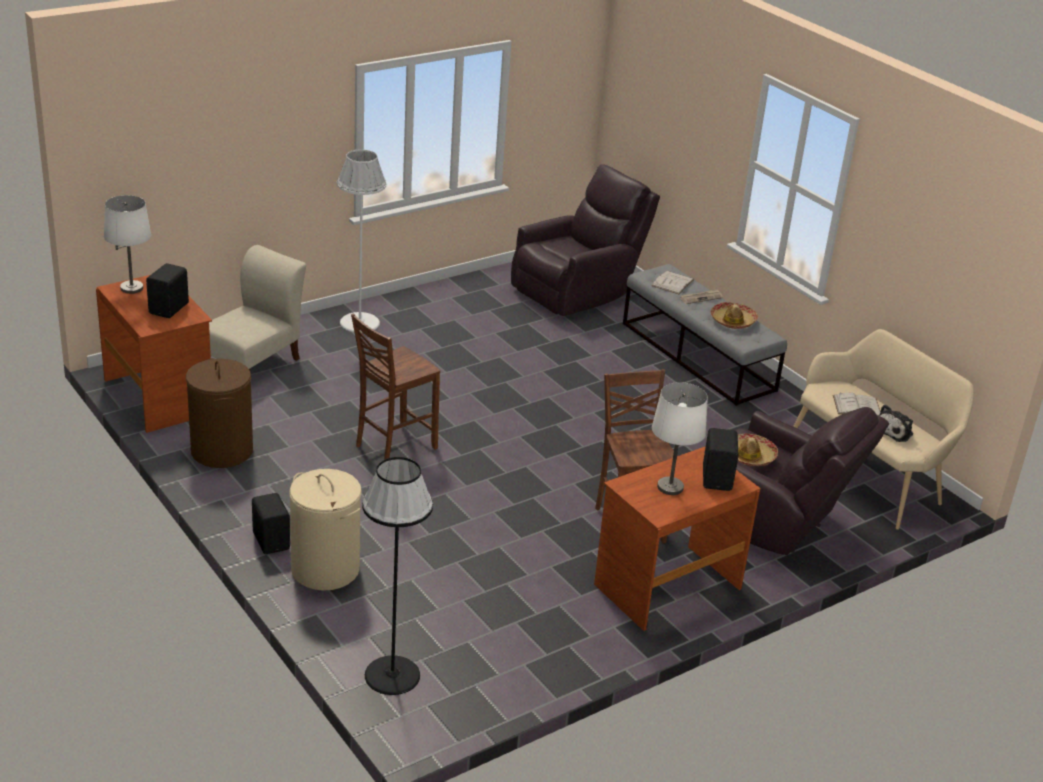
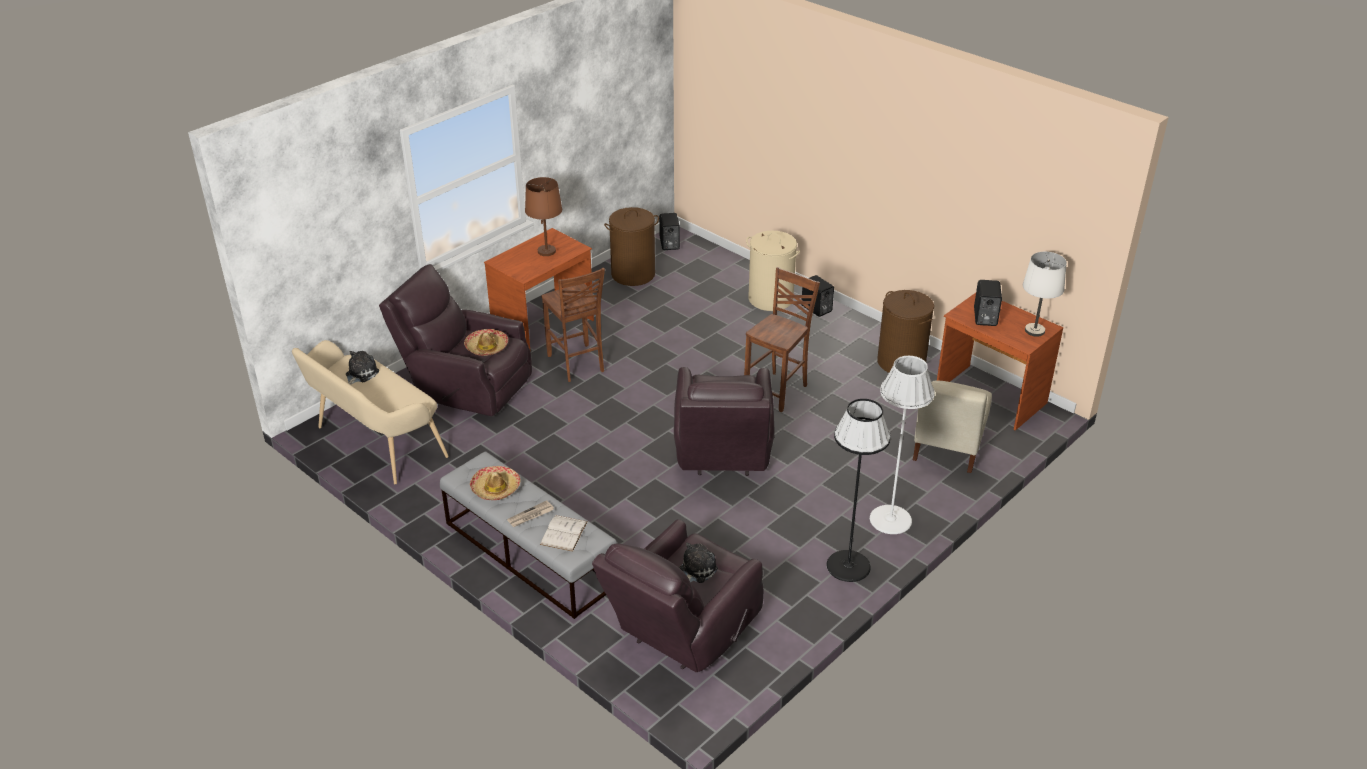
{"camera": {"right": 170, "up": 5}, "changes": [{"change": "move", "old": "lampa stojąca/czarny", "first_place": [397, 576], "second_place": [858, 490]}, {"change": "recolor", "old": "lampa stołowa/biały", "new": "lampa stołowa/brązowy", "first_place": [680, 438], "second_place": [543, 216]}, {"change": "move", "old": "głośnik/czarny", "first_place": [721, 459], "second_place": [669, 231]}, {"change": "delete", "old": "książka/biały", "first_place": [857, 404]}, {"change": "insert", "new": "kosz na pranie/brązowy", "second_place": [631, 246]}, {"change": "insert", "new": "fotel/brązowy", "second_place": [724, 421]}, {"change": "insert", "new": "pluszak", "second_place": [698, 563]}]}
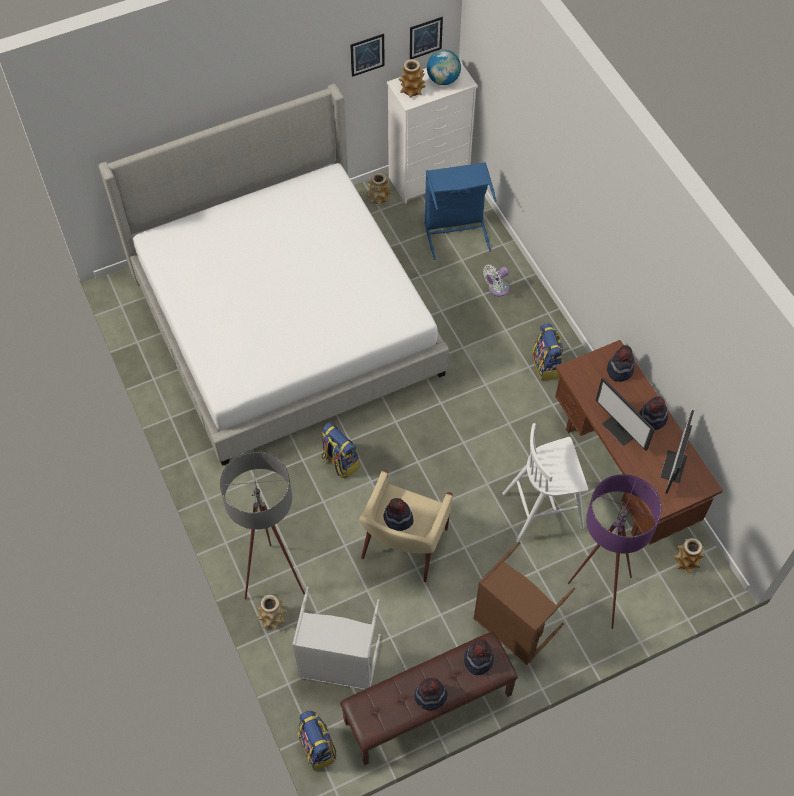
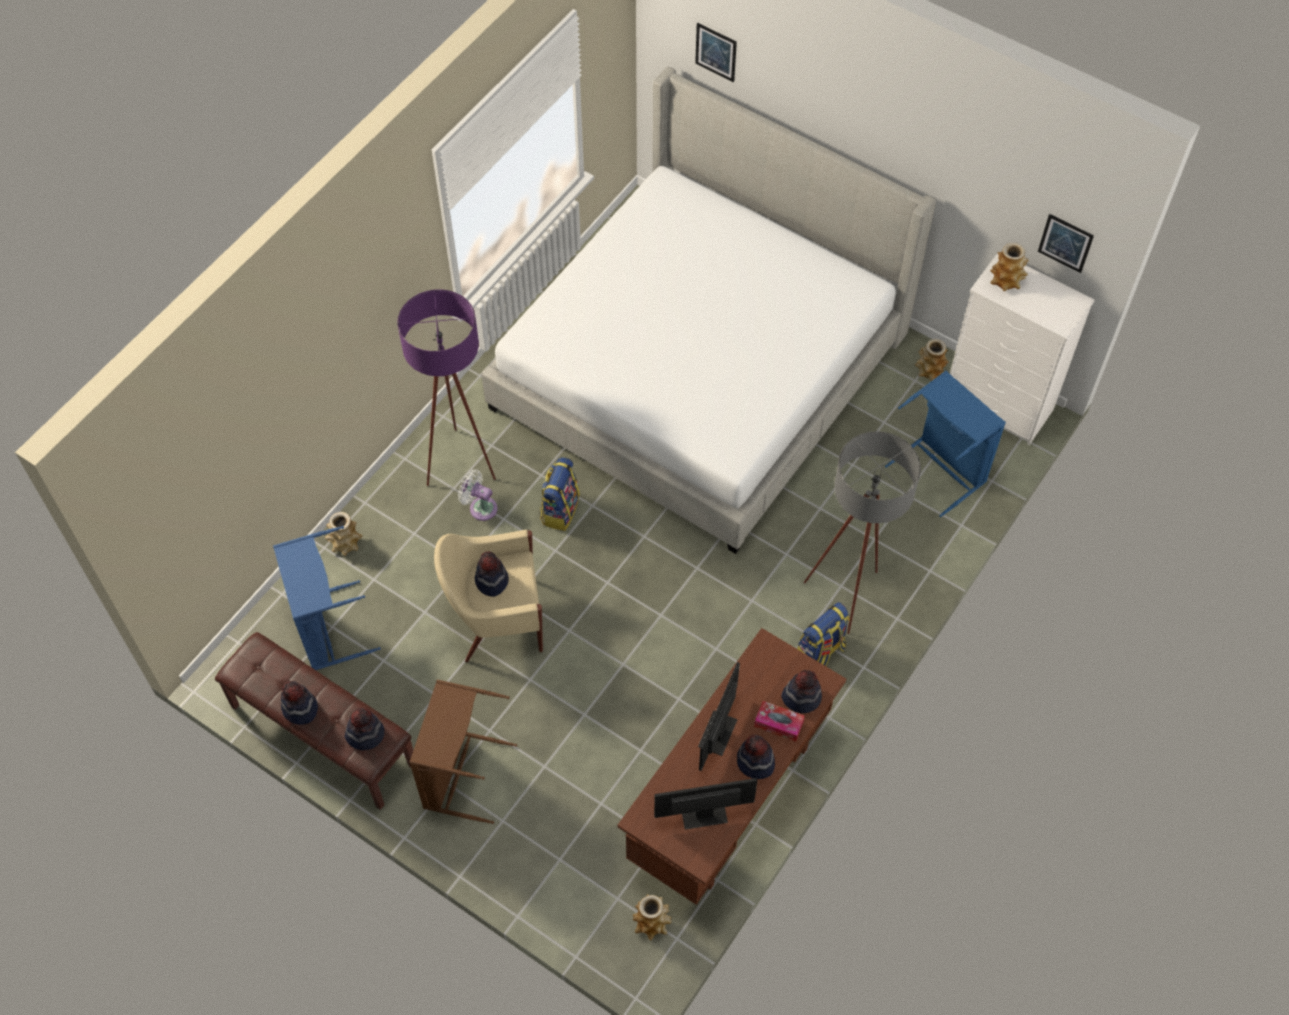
{"camera": {"right": 60, "up": 0}, "changes": [{"change": "move", "old": "lampa stojąca/szary", "first_place": [262, 525], "second_place": [862, 532]}, {"change": "recolor", "old": "kosz na pranie/szary", "new": "kosz na pranie/niebieski", "first_place": [336, 638], "second_place": [327, 598]}, {"change": "delete", "old": "plecak", "first_place": [317, 741]}, {"change": "move", "old": "obraz", "first_place": [367, 55], "second_place": [716, 52]}, {"change": "delete", "old": "globus", "first_place": [444, 67]}, {"change": "move", "old": "wentylator/biały", "first_place": [496, 280], "second_place": [477, 495]}, {"change": "delete", "old": "stołek/biały", "first_place": [545, 482]}, {"change": "move", "old": "lampa stojąca/fioletowy", "first_place": [615, 551], "second_place": [446, 388]}, {"change": "insert", "new": "pudełko chusteczek", "second_place": [779, 721]}]}
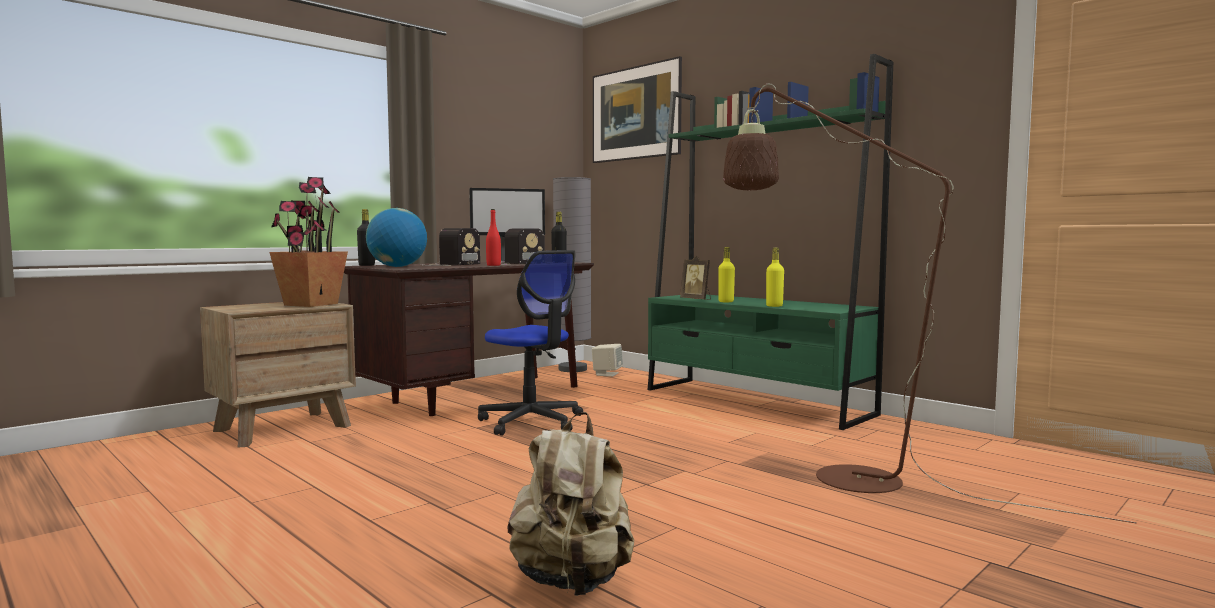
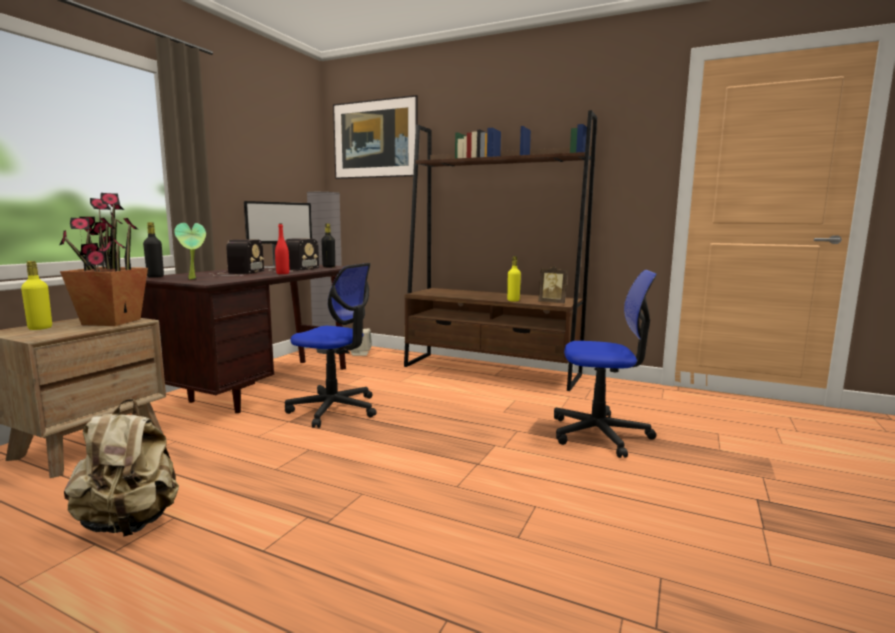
{"camera": {"right": -20, "up": 5}, "changes": [{"change": "replace", "old": "globus", "new": "roślina doniczkowa", "first_place": [396, 237], "second_place": [190, 251]}, {"change": "move", "old": "plecak/beżowy", "first_place": [570, 504], "second_place": [121, 468]}, {"change": "recolor", "old": "regał/zielony", "new": "regał/brązowy", "first_place": [770, 242], "second_place": [500, 250]}, {"change": "move", "old": "ramka na zdjęcie", "first_place": [695, 277], "second_place": [553, 284]}, {"change": "move", "old": "butelka/żółty", "first_place": [726, 274], "second_place": [36, 295]}, {"change": "replace", "old": "lampa stojąca/brązowy", "new": "krzesło biurowe", "first_place": [930, 303], "second_place": [605, 364]}]}
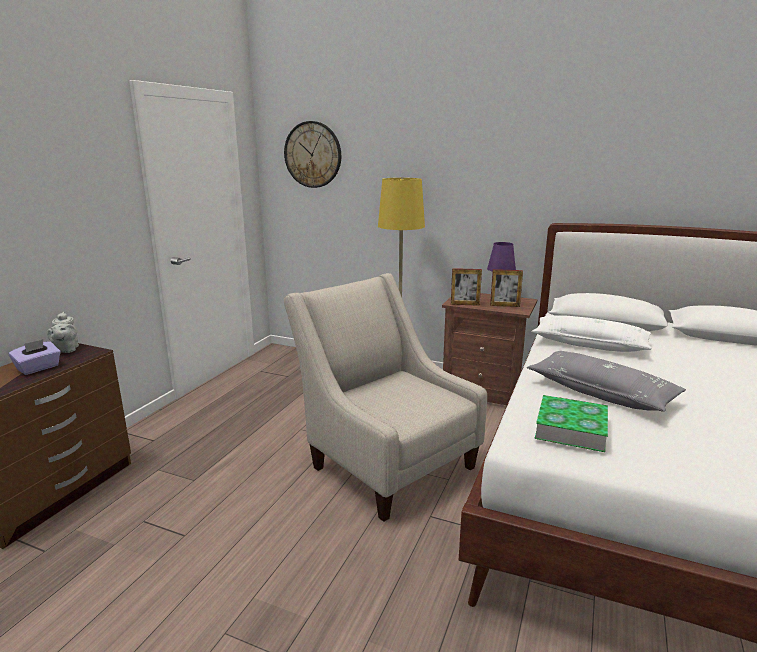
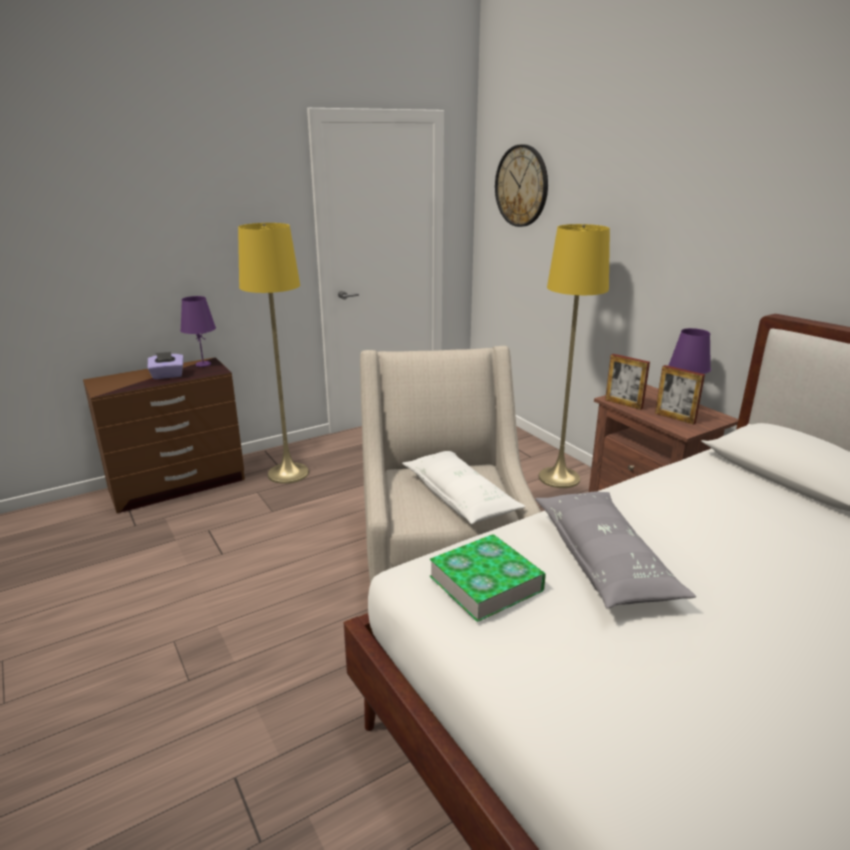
{"camera": {"right": 35, "up": 5}, "changes": [{"change": "replace", "old": "imbryk/szary", "new": "lampa stołowa/fioletowy", "first_place": [63, 332], "second_place": [198, 331]}, {"change": "move", "old": "poduszka/biały", "first_place": [591, 333], "second_place": [464, 487]}, {"change": "insert", "new": "lampa stojąca/żółty", "second_place": [273, 353]}]}
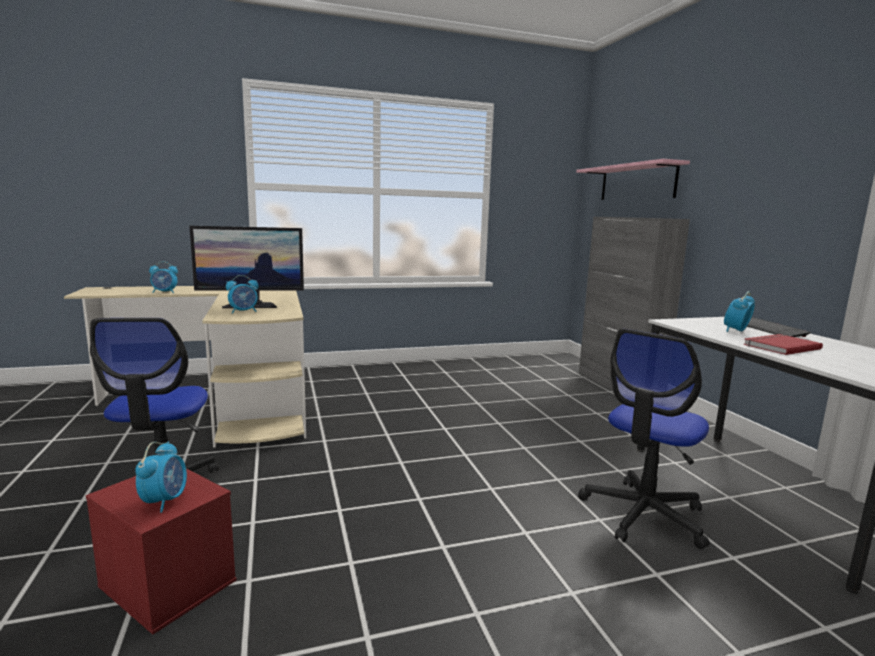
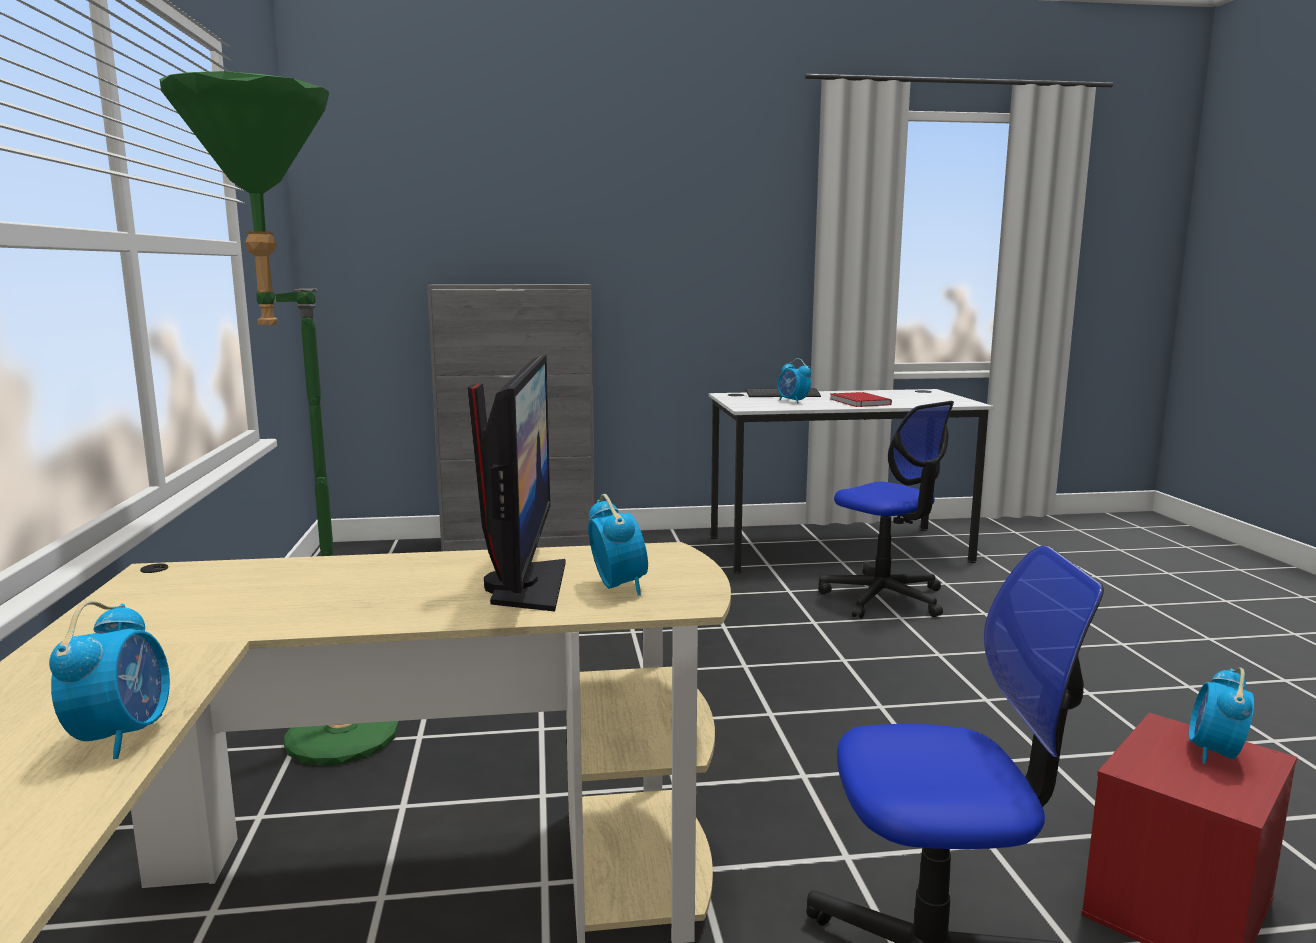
{"camera": {"right": -80, "up": 0}, "changes": [{"change": "rotate", "old": "budzik", "first_place": [161, 477], "second_place": [1221, 716], "degrees": -75}, {"change": "delete", "old": "półka/różowy", "first_place": [633, 179]}, {"change": "insert", "new": "lampa stojąca/zielony", "second_place": [279, 418]}]}
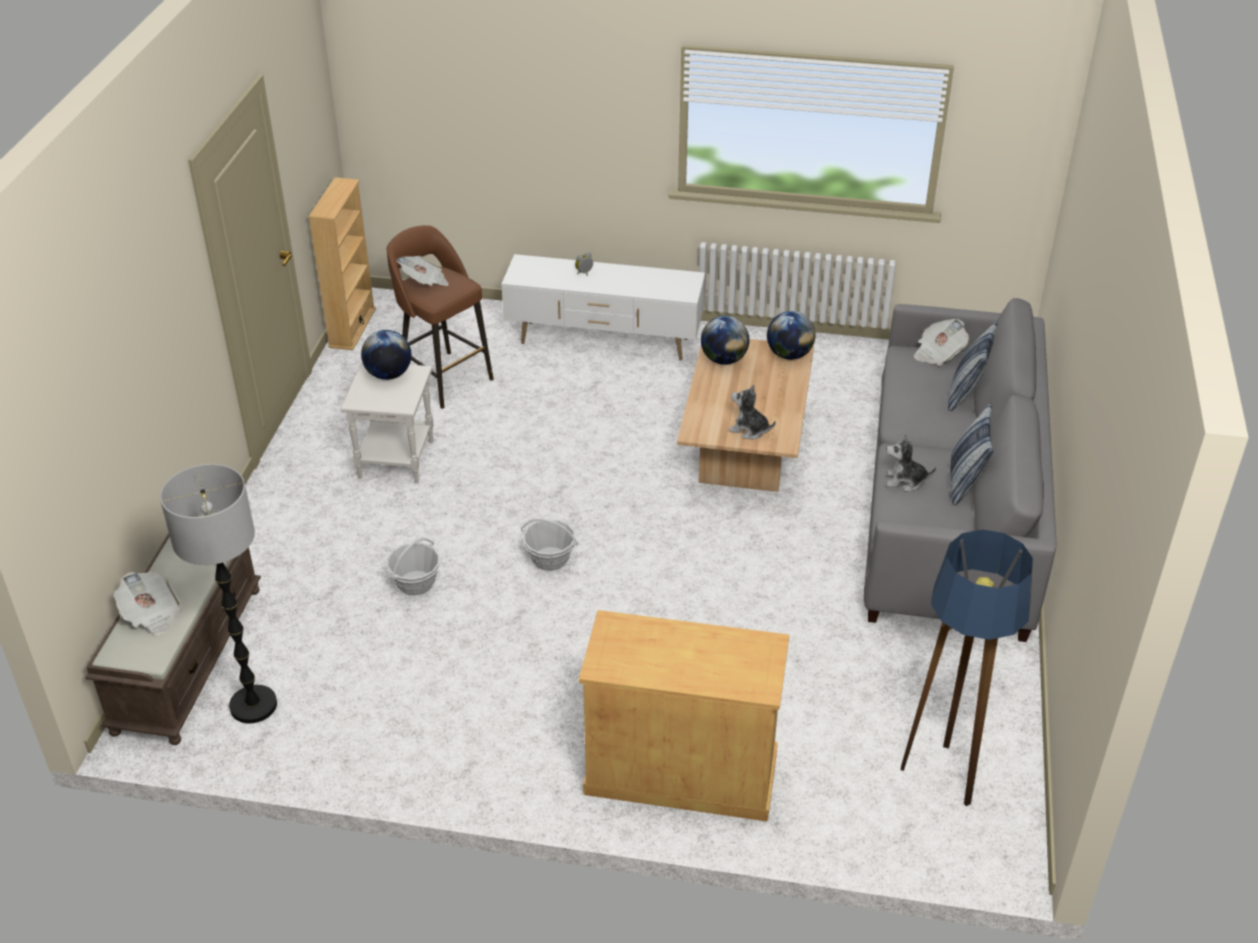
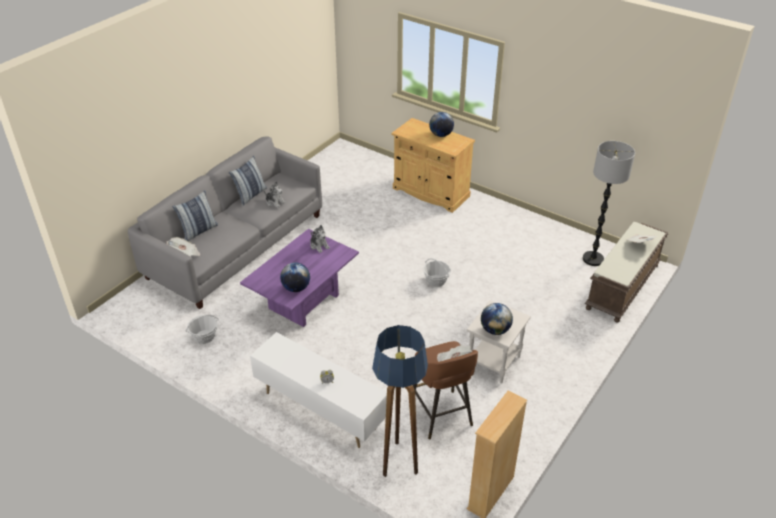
{"camera": {"right": -155, "up": 0}, "changes": [{"change": "move", "old": "koszyk", "first_place": [413, 567], "second_place": [201, 329]}, {"change": "recolor", "old": "ława/beżowy", "new": "ława/fioletowy", "first_place": [745, 415], "second_place": [299, 278]}, {"change": "move", "old": "globus", "first_place": [791, 335], "second_place": [441, 124]}, {"change": "move", "old": "lampa stojąca", "first_place": [967, 667], "second_place": [400, 401]}]}
